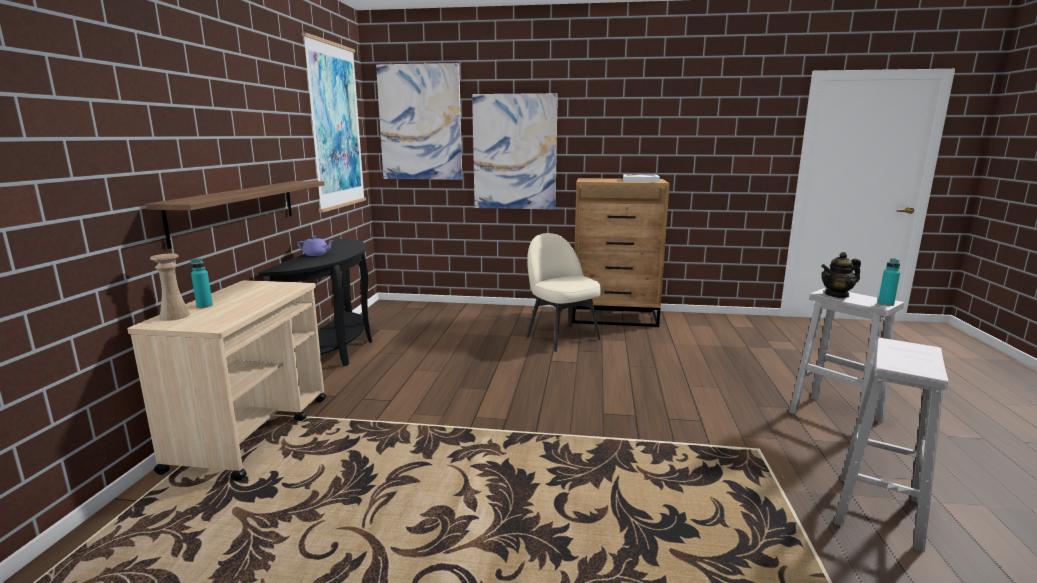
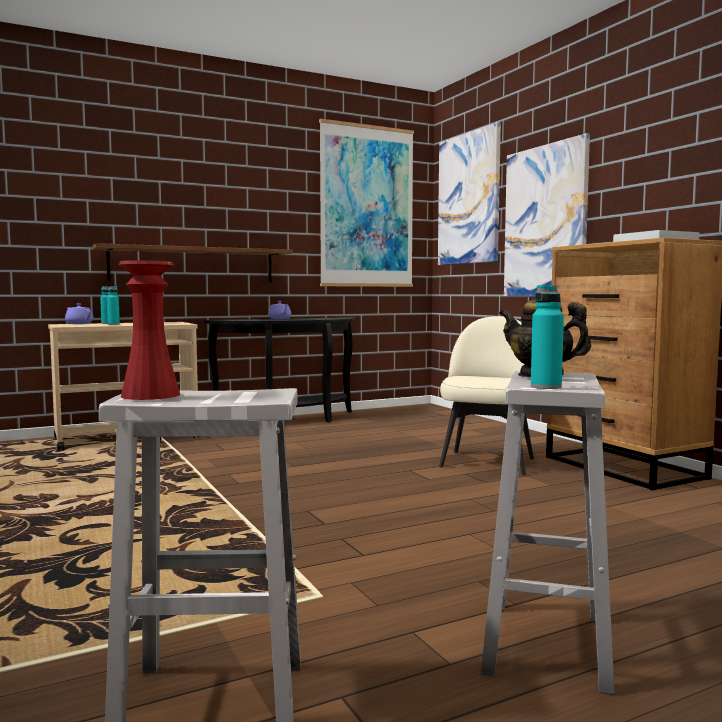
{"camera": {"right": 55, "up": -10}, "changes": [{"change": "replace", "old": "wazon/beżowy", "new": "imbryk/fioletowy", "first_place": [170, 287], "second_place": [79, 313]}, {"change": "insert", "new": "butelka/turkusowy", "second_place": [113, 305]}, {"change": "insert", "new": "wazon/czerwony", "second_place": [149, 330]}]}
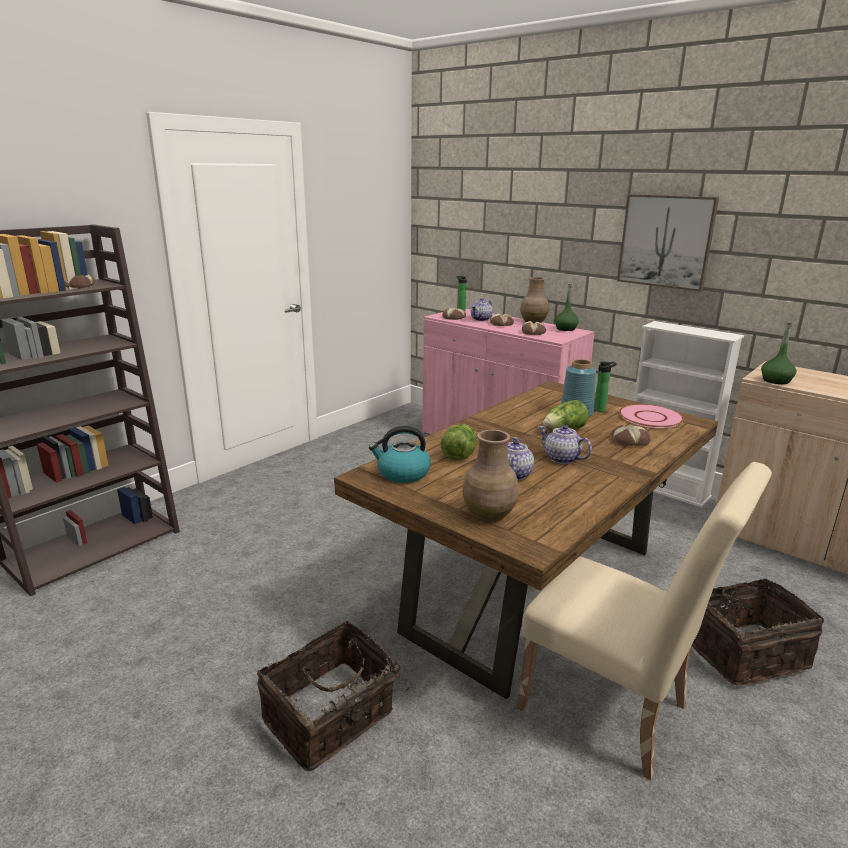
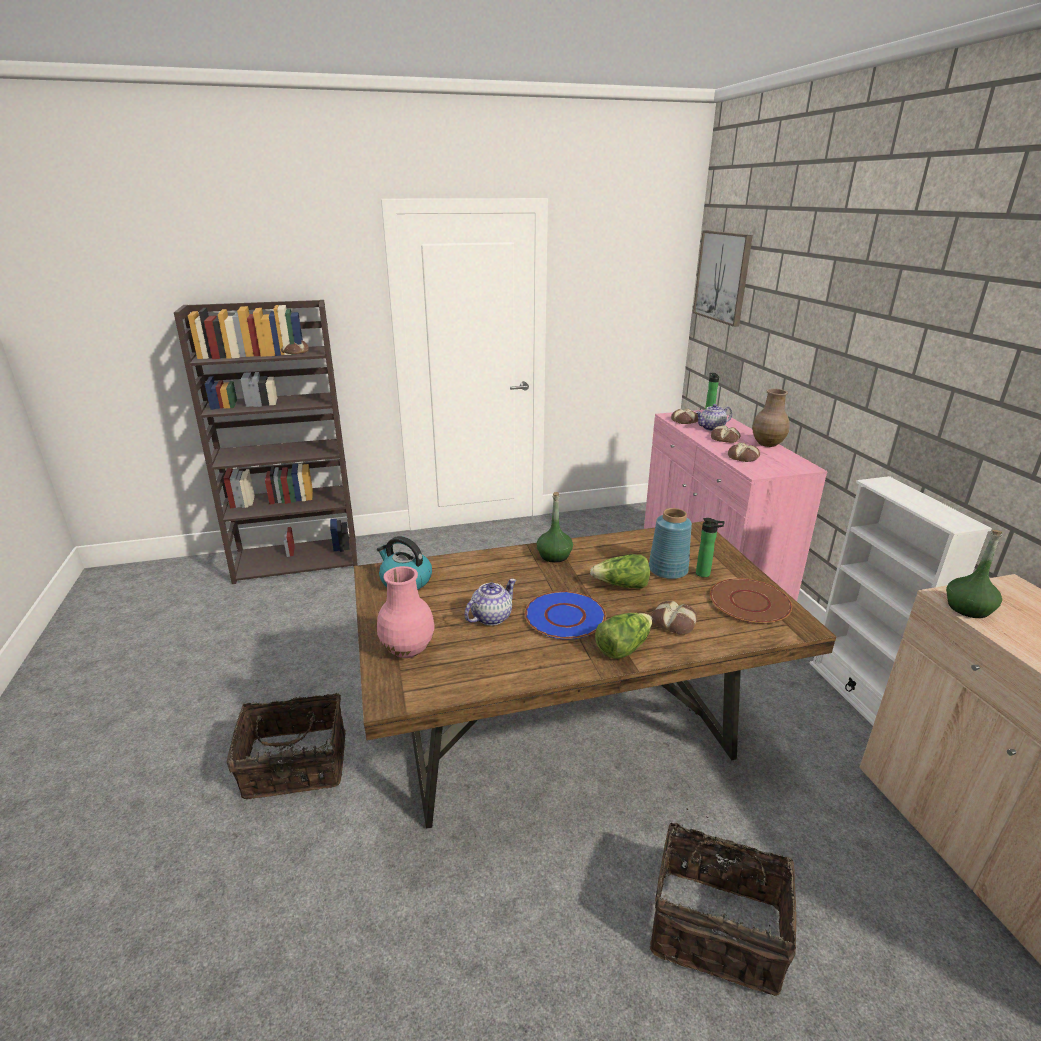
{"camera": {"right": 35, "up": 5}, "changes": [{"change": "move", "old": "sałata", "first_place": [459, 442], "second_place": [623, 636]}, {"change": "recolor", "old": "wazon/brązowy", "new": "wazon/różowy", "first_place": [490, 476], "second_place": [406, 612]}, {"change": "delete", "old": "krzesło/beżowy", "first_place": [644, 621]}, {"change": "replace", "old": "imbryk", "new": "talerz/niebieski", "first_place": [565, 444], "second_place": [565, 615]}, {"change": "move", "old": "butelka/zielony", "first_place": [567, 307], "second_place": [555, 527]}, {"change": "move", "old": "obraz", "first_place": [668, 243], "second_place": [723, 279]}, {"change": "recolor", "old": "talerz/różowy", "new": "talerz/brązowy", "first_place": [651, 416], "second_place": [751, 601]}]}
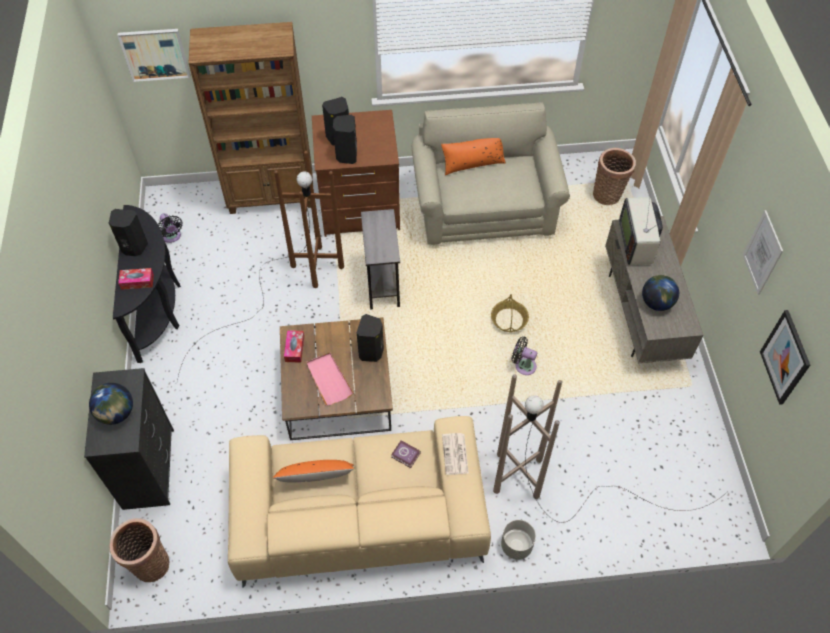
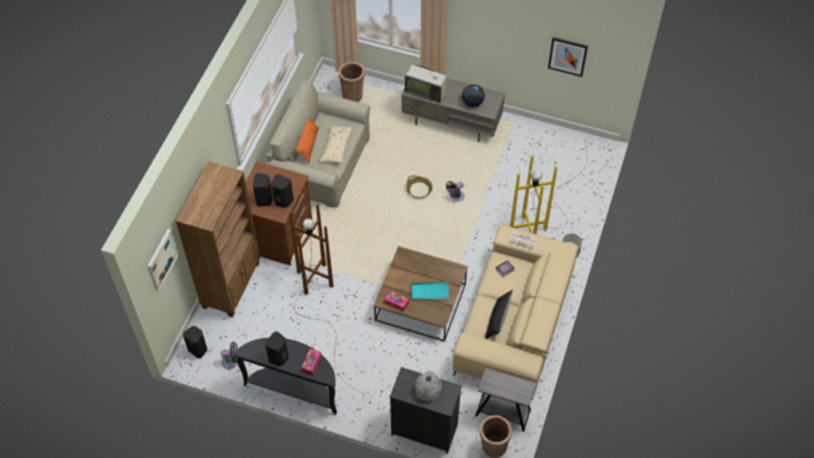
{"camera": {"right": -65, "up": 0}, "changes": [{"change": "replace", "old": "globus", "new": "wazon/szary", "first_place": [111, 404], "second_place": [429, 386]}, {"change": "recolor", "old": "poduszka/pomarańczowy", "new": "poduszka/czarny", "first_place": [313, 471], "second_place": [499, 314]}, {"change": "recolor", "old": "taca/różowy", "new": "taca/turkusowy", "first_place": [329, 379], "second_place": [430, 290]}, {"change": "move", "old": "głośnik/czarny", "first_place": [370, 338], "second_place": [195, 342]}, {"change": "move", "old": "stolik/szary", "first_place": [380, 259], "second_place": [506, 399]}, {"change": "recolor", "old": "lampa stojąca/brązowy", "new": "lampa stojąca/żółty", "first_place": [610, 448], "second_place": [549, 188]}, {"change": "delete", "old": "obraz", "first_place": [763, 252]}, {"change": "insert", "new": "poduszka/beżowy", "second_place": [336, 144]}]}
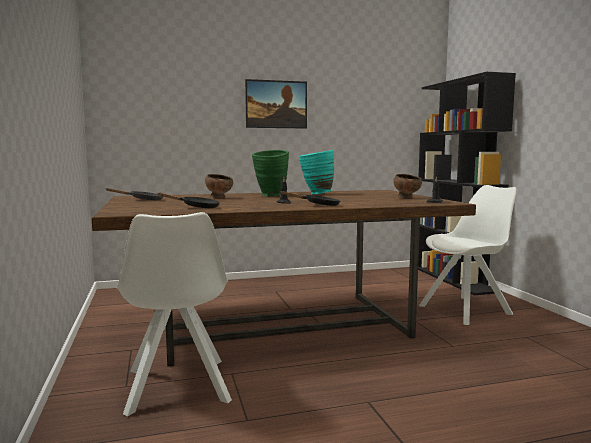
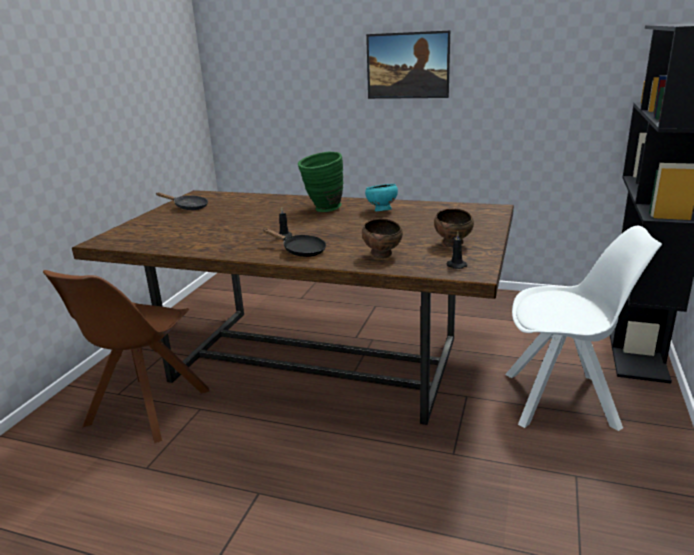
{"camera": {"right": 35, "up": 15}, "changes": [{"change": "recolor", "old": "krzesło/biały", "new": "krzesło/brązowy", "first_place": [174, 314], "second_place": [126, 356]}, {"change": "delete", "old": "patelnia/czarny", "first_place": [189, 200]}, {"change": "move", "old": "miska/brązowy", "first_place": [219, 186], "second_place": [382, 238]}, {"change": "replace", "old": "wazon/turkusowy", "new": "miska/turkusowy", "first_place": [316, 172], "second_place": [381, 197]}]}
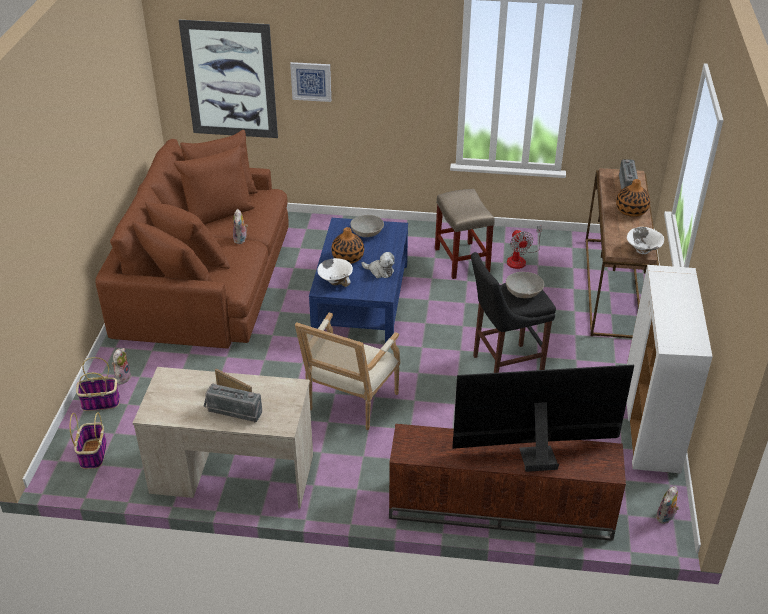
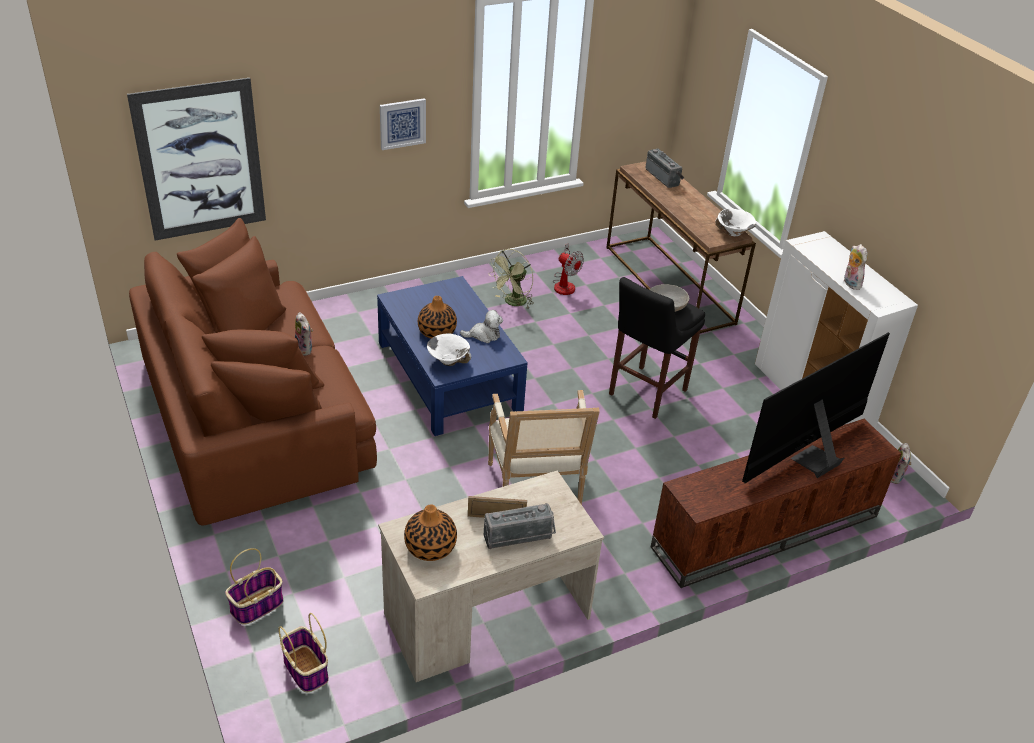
{"camera": {"right": -35, "up": 0}, "changes": [{"change": "move", "old": "pluszak", "first_place": [122, 366], "second_place": [856, 267]}, {"change": "move", "old": "obraz", "first_place": [310, 82], "second_place": [403, 124]}, {"change": "delete", "old": "miska/szary", "first_place": [367, 226]}, {"change": "replace", "old": "stołek/beżowy", "new": "wentylator/zielony", "first_place": [465, 234], "second_place": [511, 279]}, {"change": "move", "old": "wazon", "first_place": [633, 198], "second_place": [430, 532]}]}
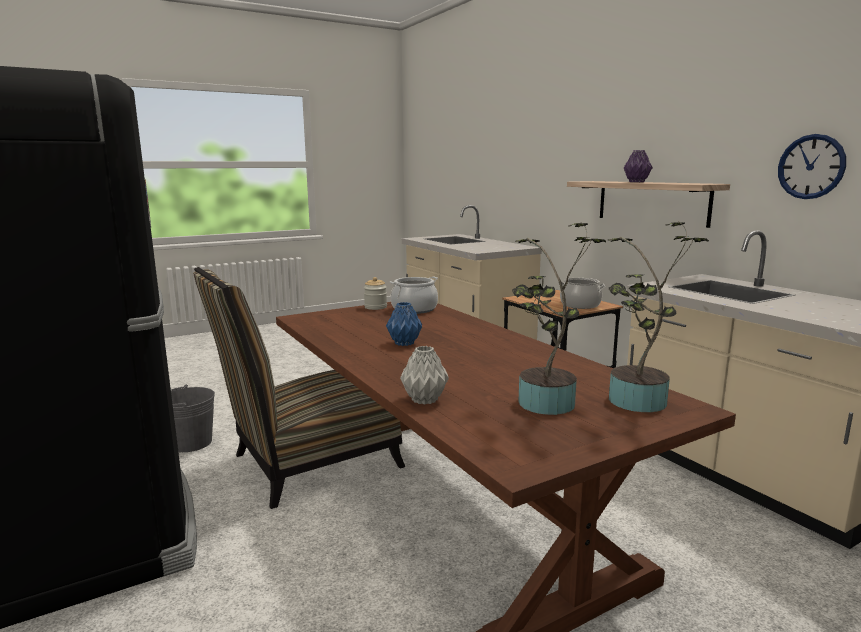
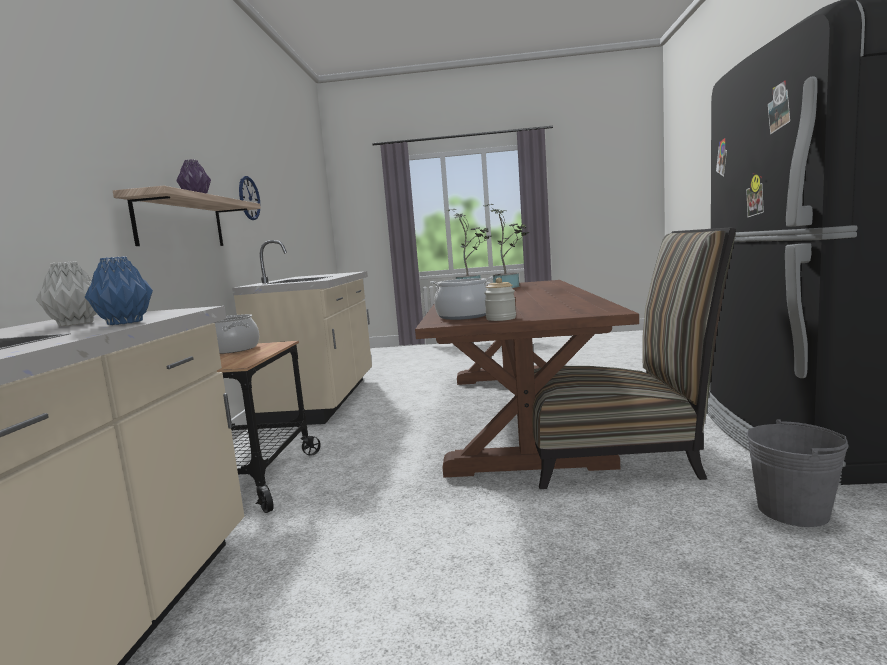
{"camera": {"right": -145, "up": -5}, "changes": [{"change": "move", "old": "wazon/niebieski", "first_place": [404, 324], "second_place": [119, 290]}, {"change": "move", "old": "wazon/szary", "first_place": [424, 375], "second_place": [66, 293]}]}
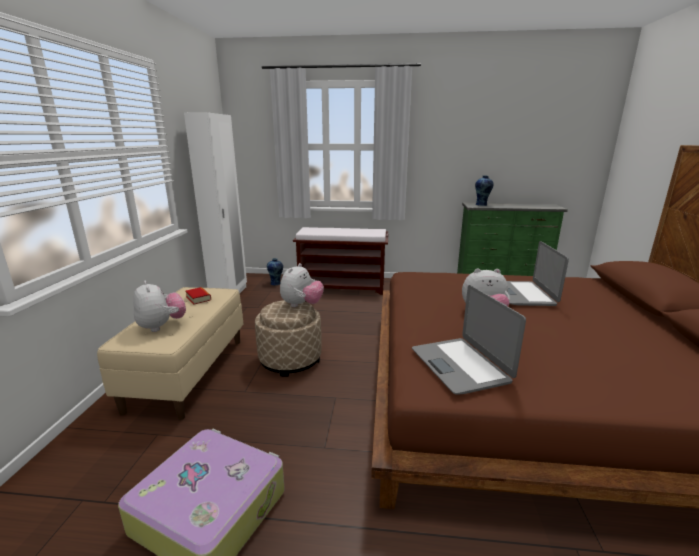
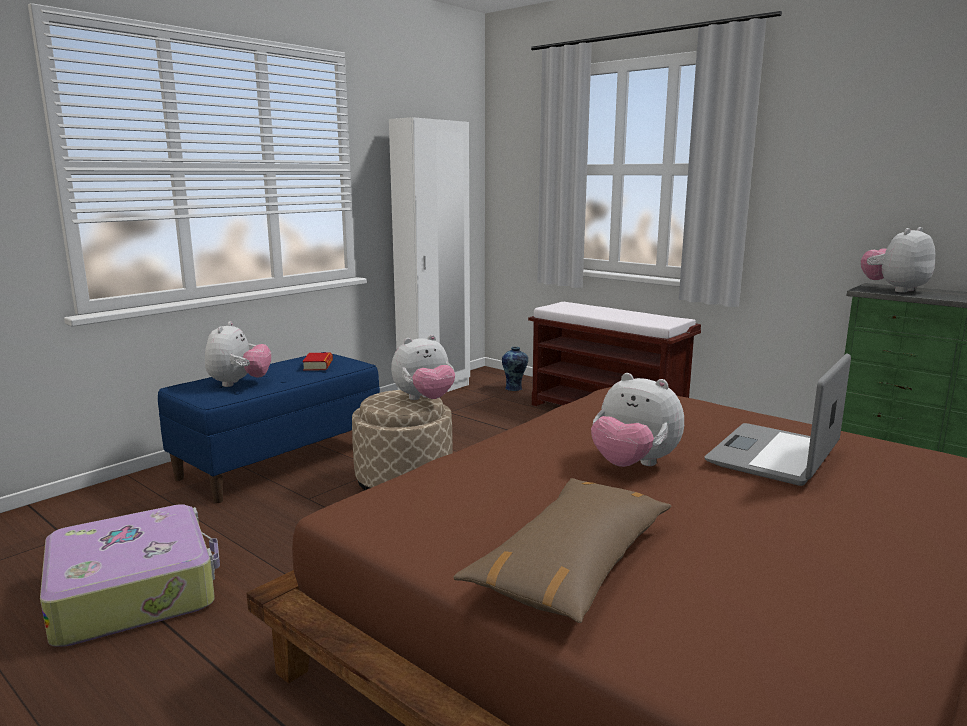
{"camera": {"right": 35, "up": -5}, "changes": [{"change": "recolor", "old": "ławka/beżowy", "new": "ławka/niebieski", "first_place": [170, 353], "second_place": [269, 427]}, {"change": "delete", "old": "laptop", "first_place": [469, 340]}, {"change": "replace", "old": "wazon", "new": "pluszak", "first_place": [484, 190], "second_place": [898, 260]}, {"change": "insert", "new": "poduszka/brązowy", "second_place": [562, 550]}]}
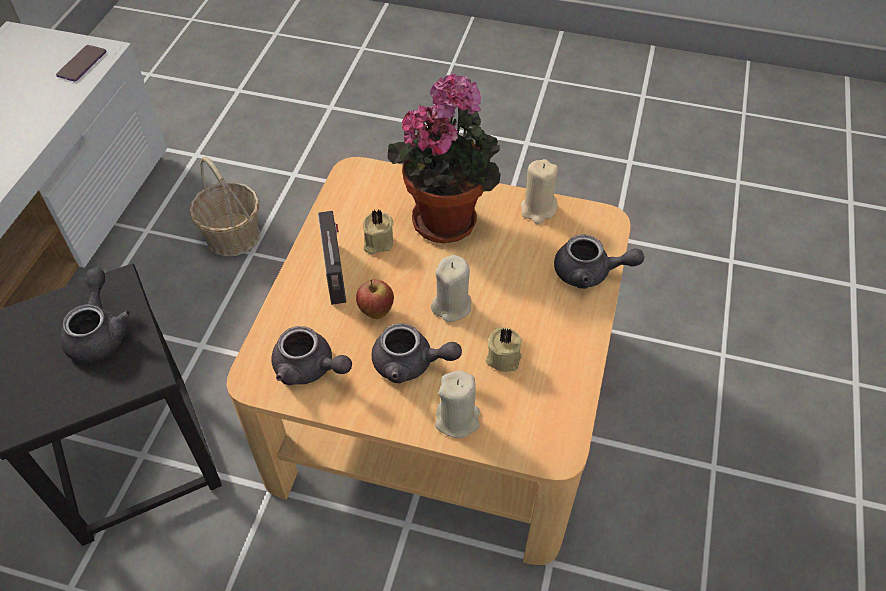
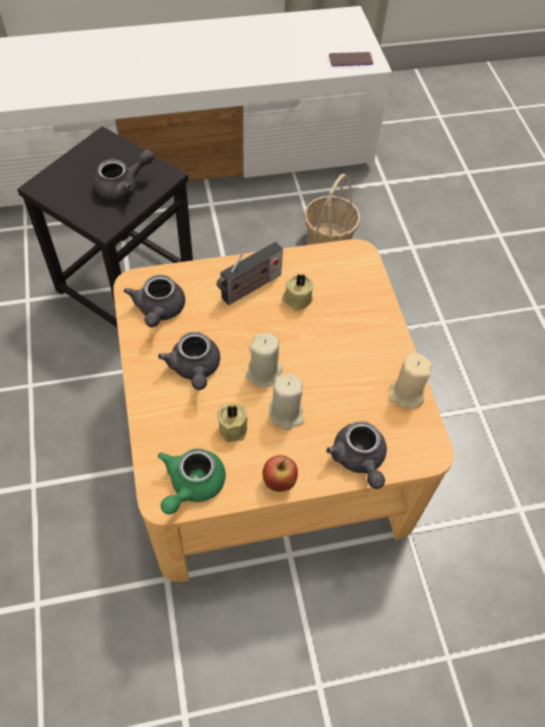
{"camera": {"right": 60, "up": 5}, "changes": [{"change": "move", "old": "jabłko", "first_place": [375, 299], "second_place": [280, 473]}, {"change": "delete", "old": "roślina doniczkowa", "first_place": [444, 157]}, {"change": "move", "old": "świeca/beżowy", "first_place": [457, 404], "second_place": [286, 401]}, {"change": "insert", "new": "imbryk/zielony", "second_place": [192, 481]}]}
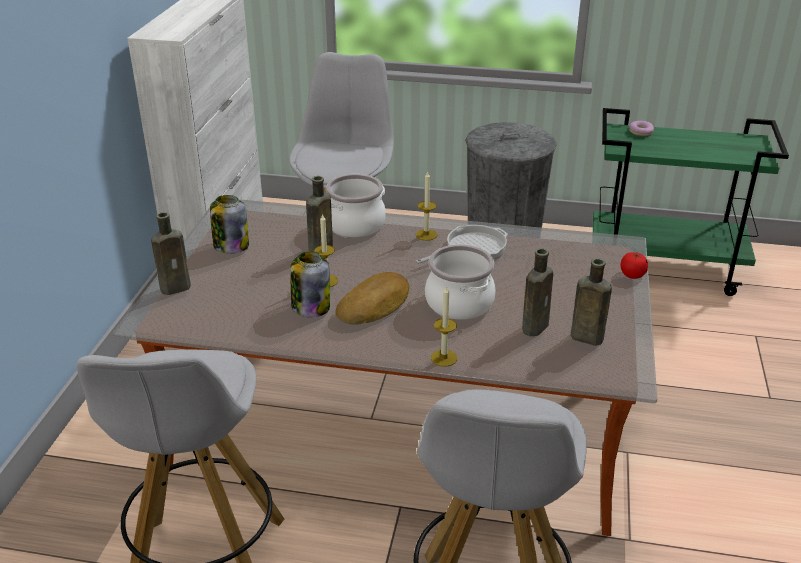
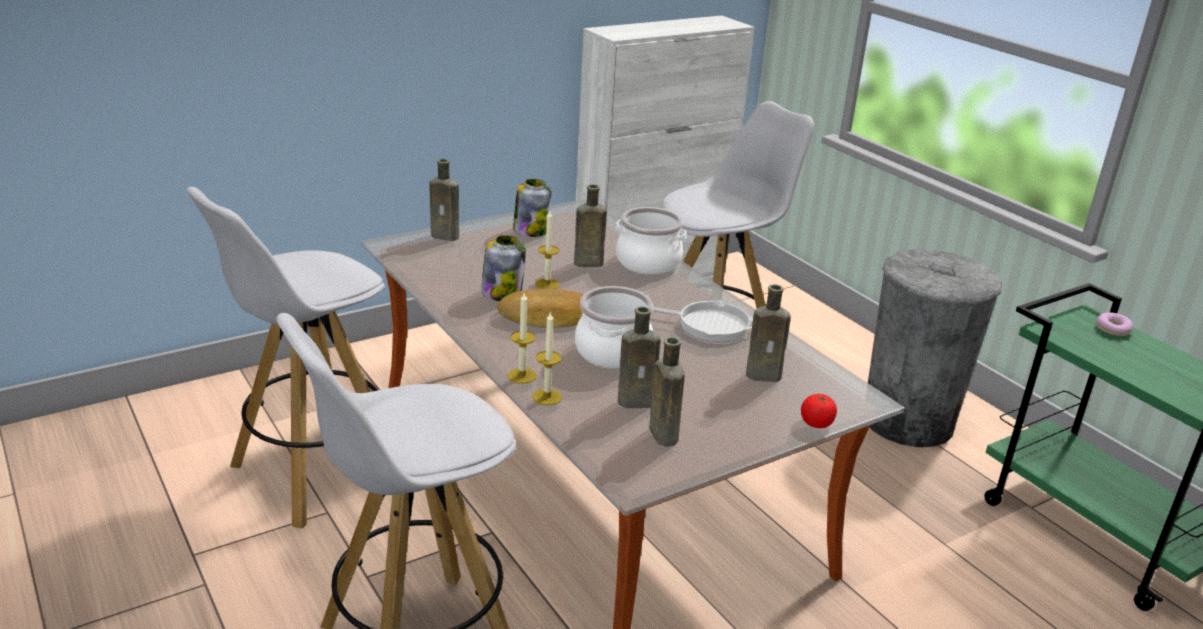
{"camera": {"right": 45, "up": -5}, "changes": [{"change": "move", "old": "świeca", "first_place": [426, 206], "second_place": [547, 358]}, {"change": "insert", "new": "butelka/brązowy", "second_place": [768, 333]}]}
